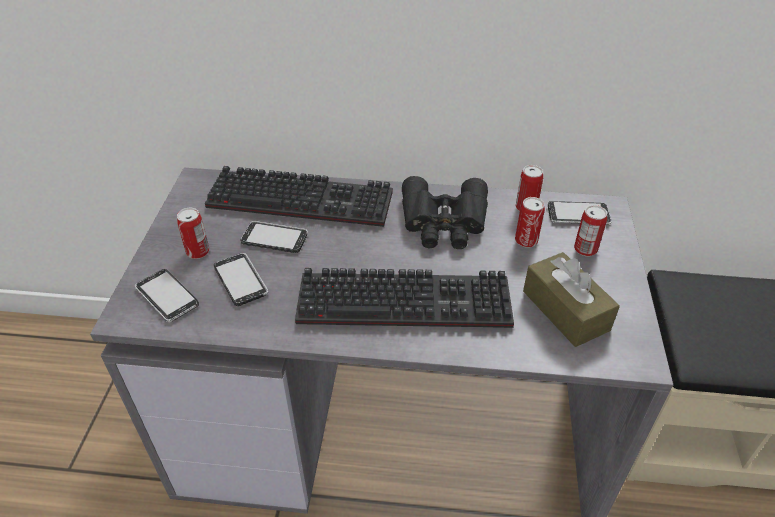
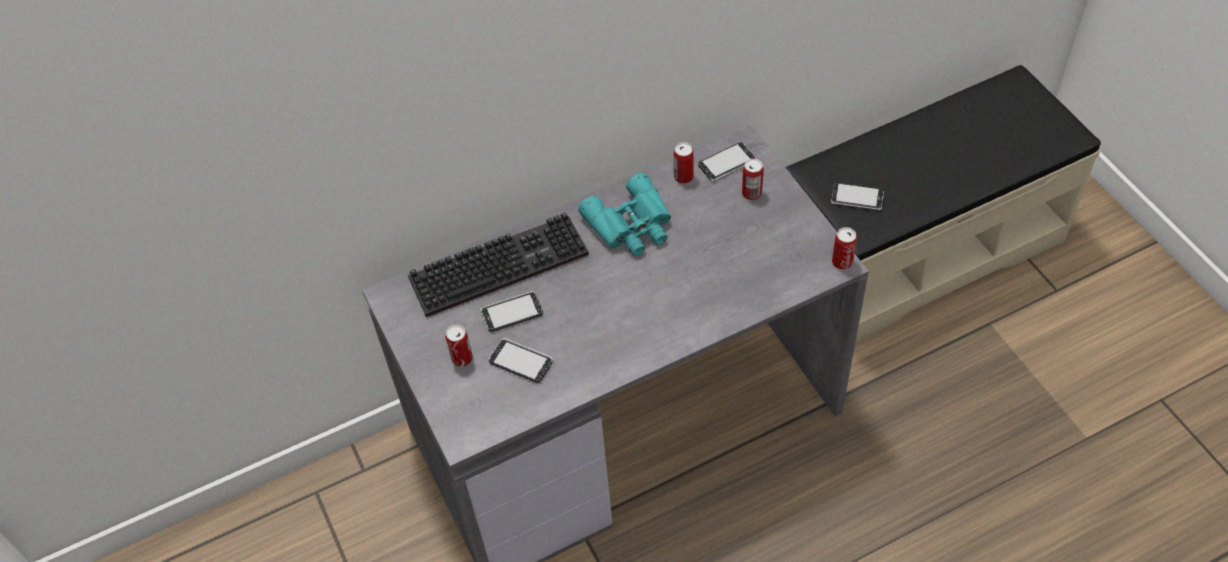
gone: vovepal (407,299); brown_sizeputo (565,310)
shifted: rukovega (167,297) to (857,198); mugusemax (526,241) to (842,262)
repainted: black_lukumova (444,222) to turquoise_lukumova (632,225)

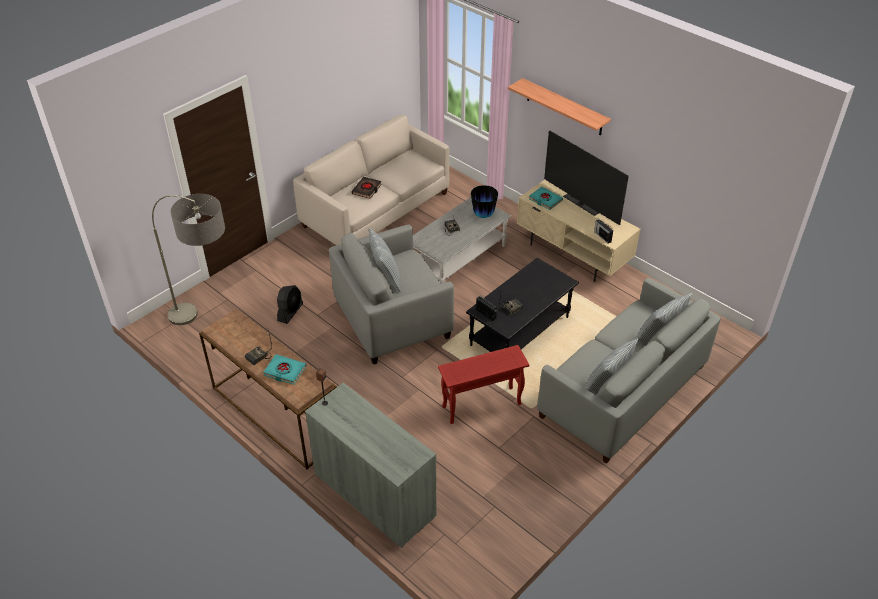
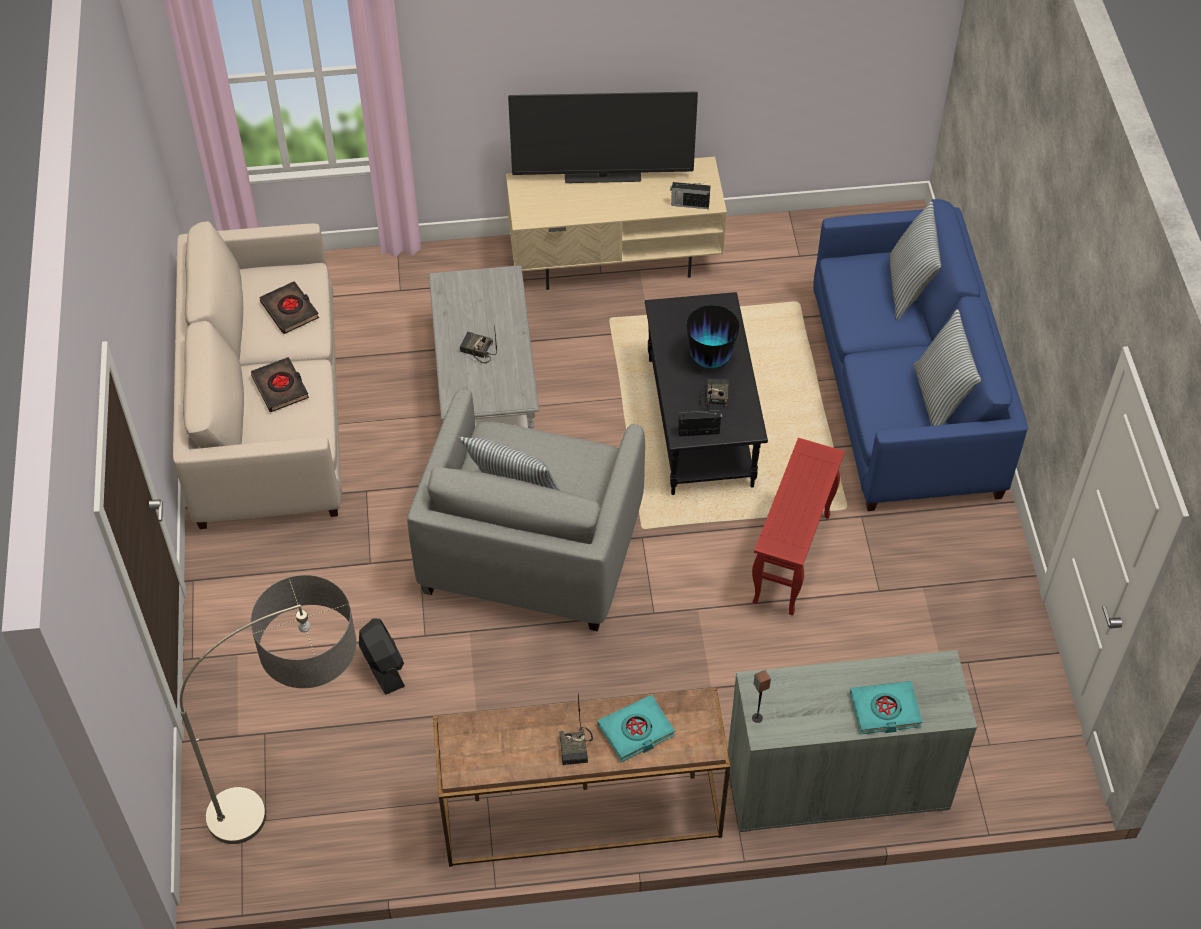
gone: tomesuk (564,107)
new: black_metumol (290,310)
shifted: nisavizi (483,215) to (710,359); turquoise_metumol (545,200) to (885,710)
repainted: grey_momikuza (623,391) to blue_momikuza (905,395)

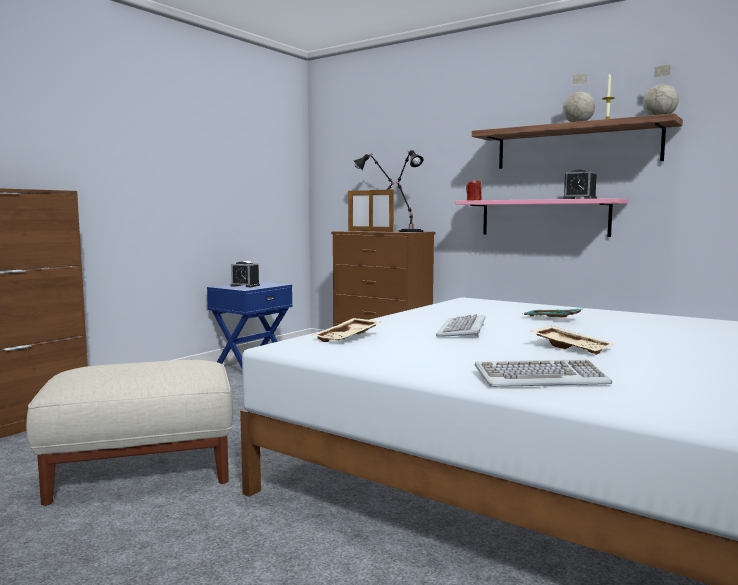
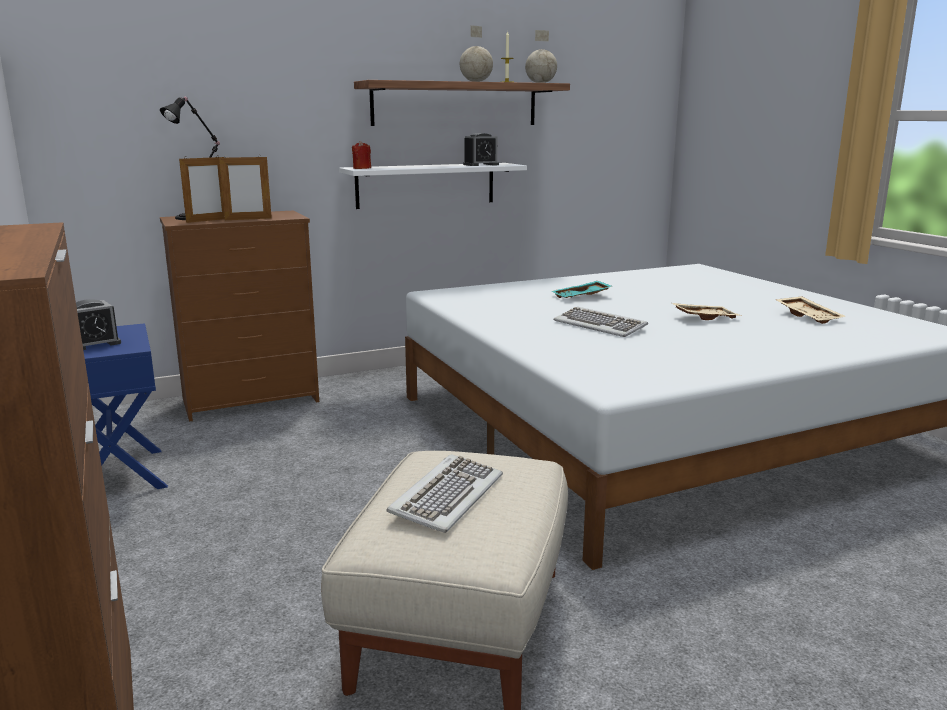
gone: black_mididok (410,231)
shifted: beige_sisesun (348,338) to (809,316); vovepal (540,379) to (446,496)
repainted: pink_tomesuk (544,218) to white_tomesuk (426,185)

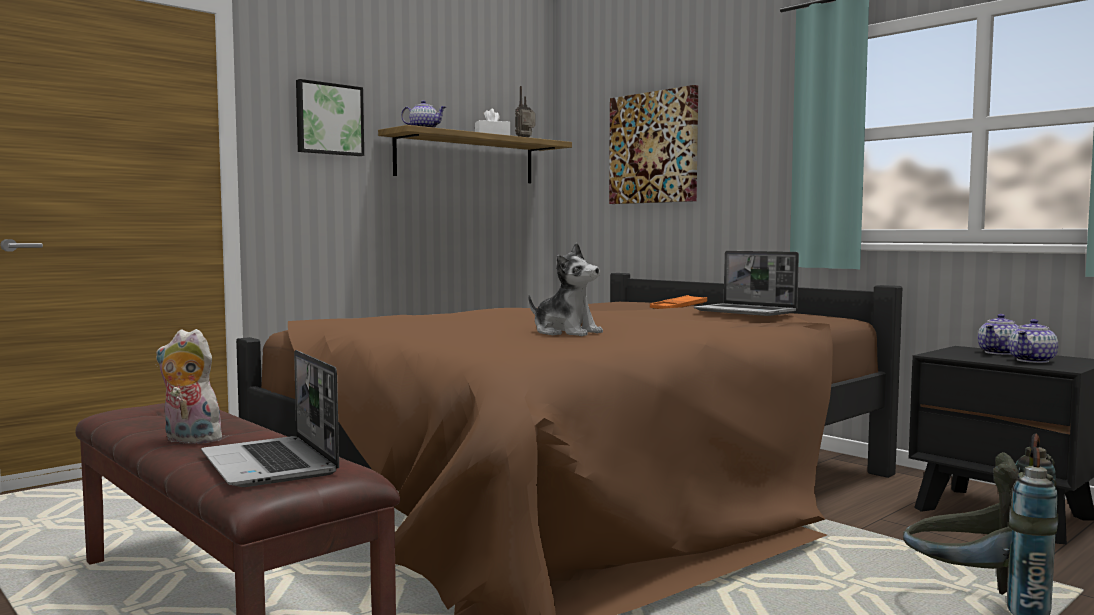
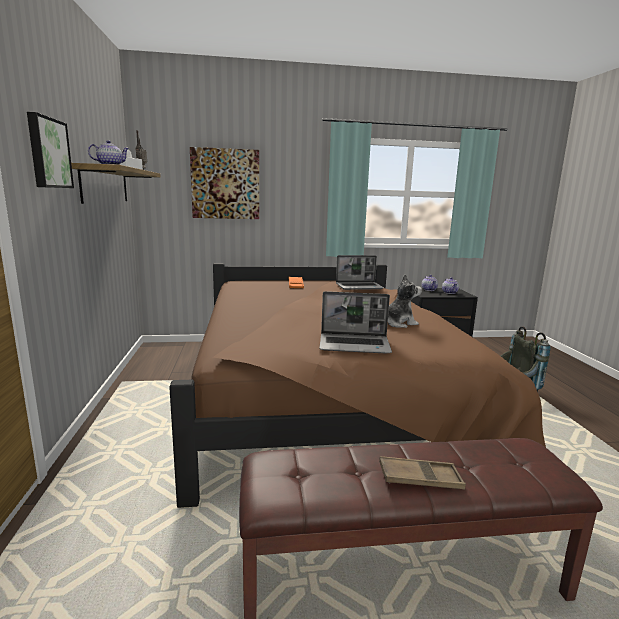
shifted: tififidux (271,465) to (355,345)
swapped: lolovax (189,440) to brown_sisesun (420,478)

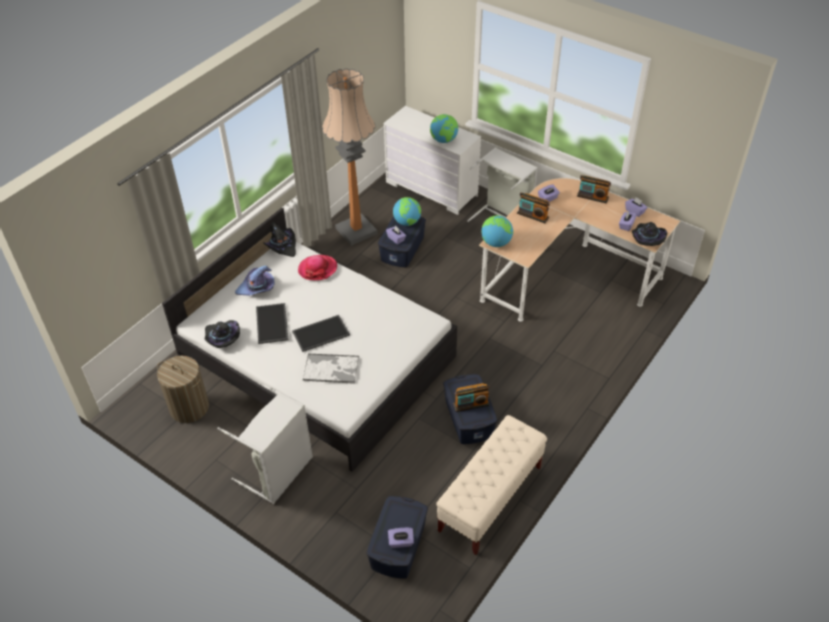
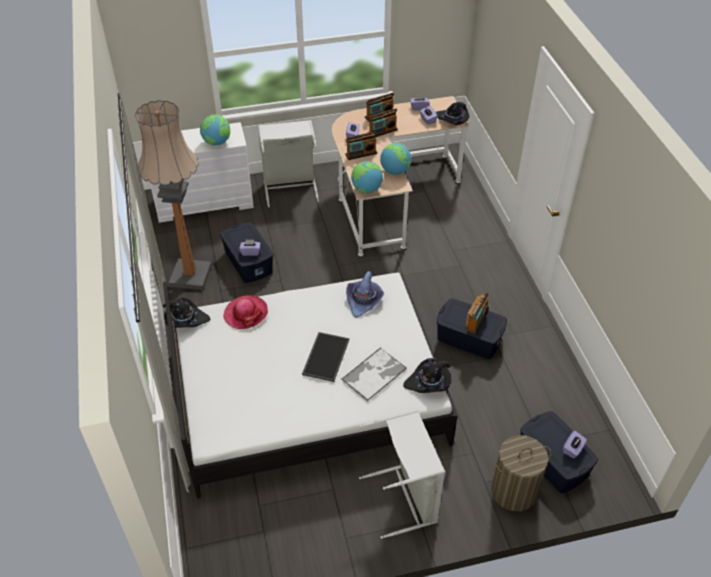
gone: sisesun (273,324); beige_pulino (490,499)
new: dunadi (382,131)
shifted: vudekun (189,407) to (513,491); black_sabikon (221,338) to (429,383); purple_sabikon (257,288) to (364,300); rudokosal (407,222) to (395,171)

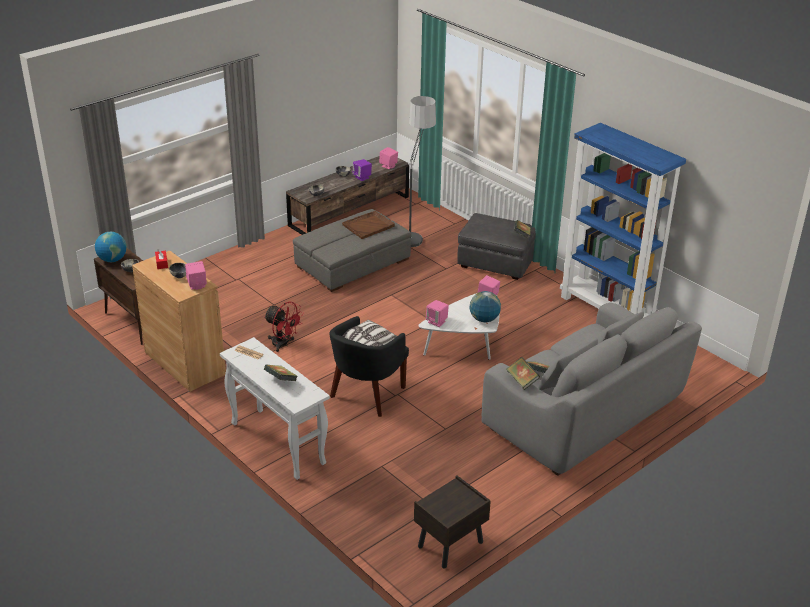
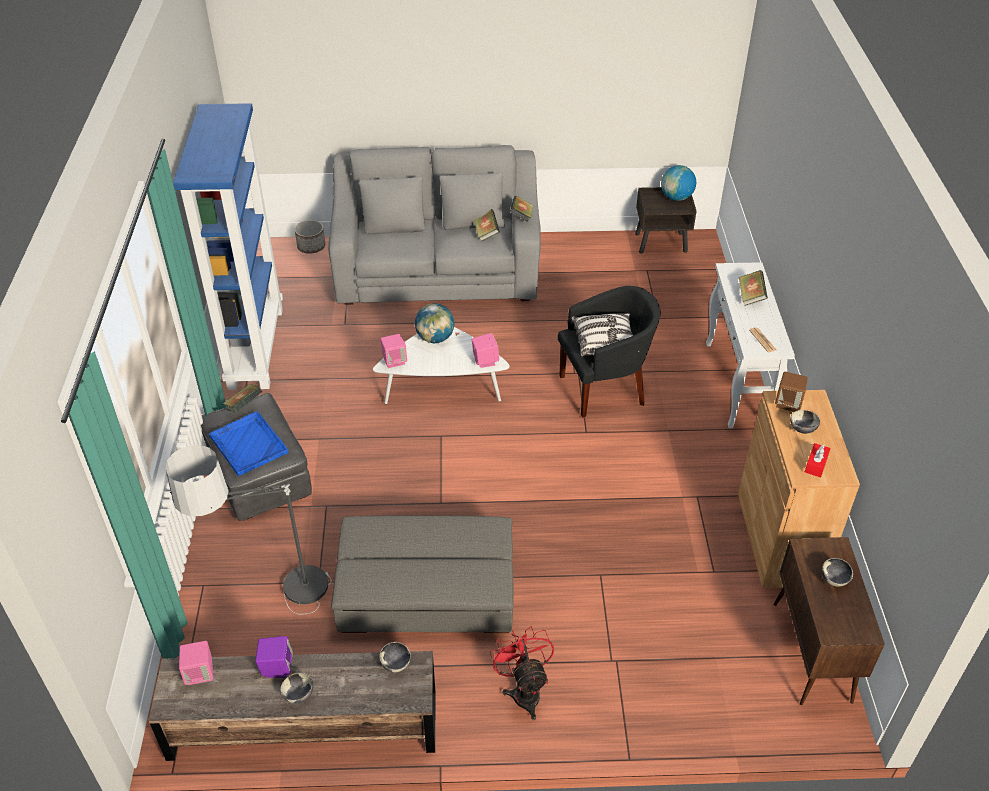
gone: brown_sisesun (369,225)
new: blue_sisesun (248,444); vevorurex (311,247)
shifted: rudokosal (112,260) to (676,197); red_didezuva (283,344) to (524,691)
repainted: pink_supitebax (197,285) to brown_supitebax (788,403)

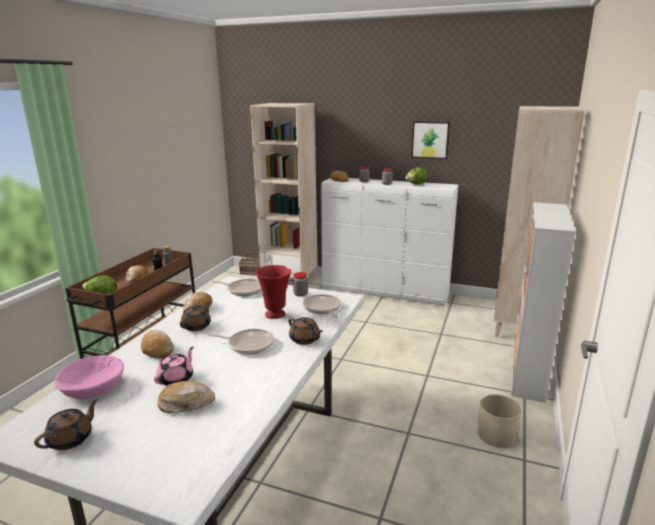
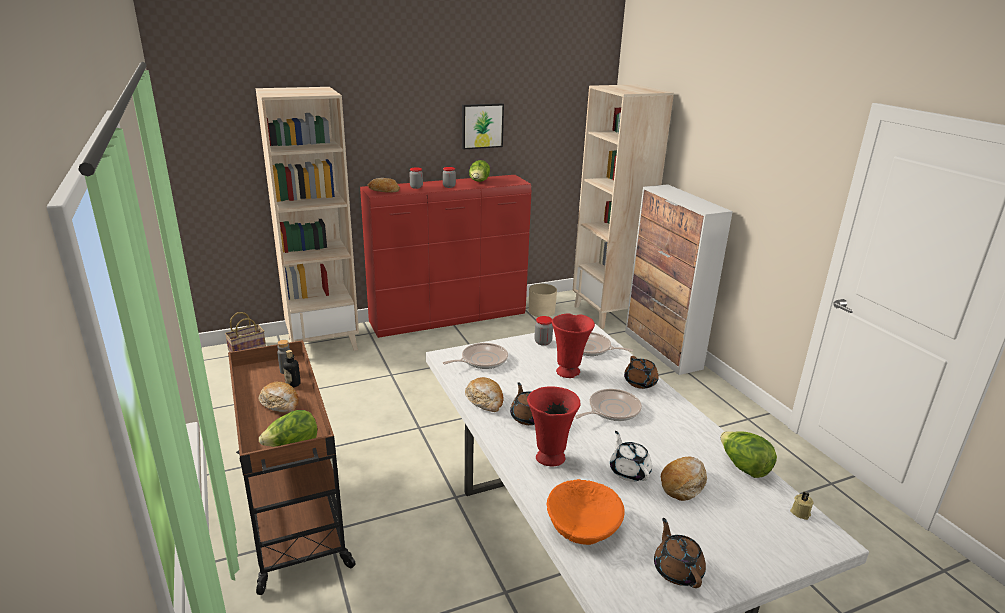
new: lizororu (743,467); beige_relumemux (800,512)
shifted: beige_vevorurex (496,435) to (541,311)
swapped: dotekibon (157,349) to red_nisavizi (549,458)
repainted: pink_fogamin (93,387) to orange_fogamin (583,524); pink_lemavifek (176,379) to white_lemavifek (629,471); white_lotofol (385,293) to red_lotofol (450,319)
rotated: brown_lemavifek (305,340) = (640,383) 75 degrees clockwise

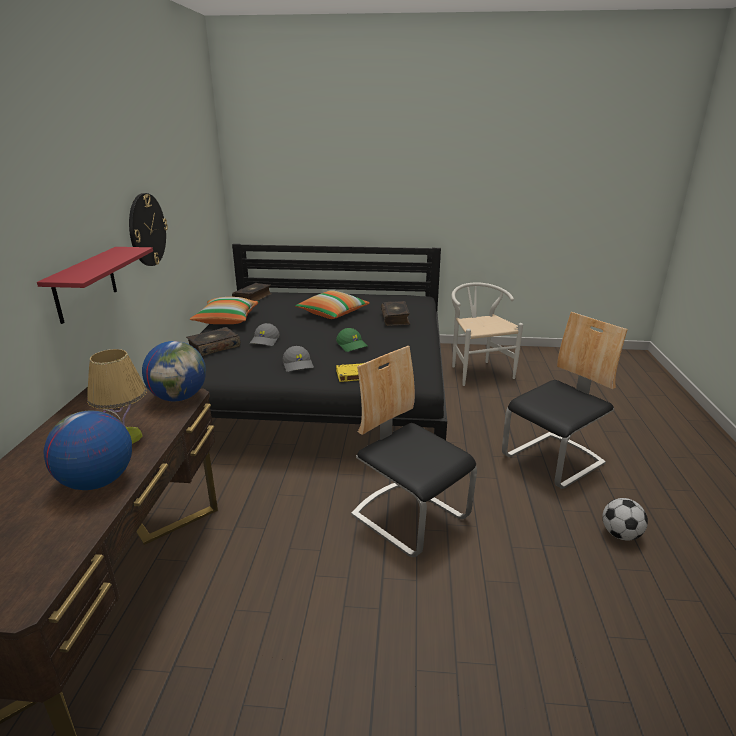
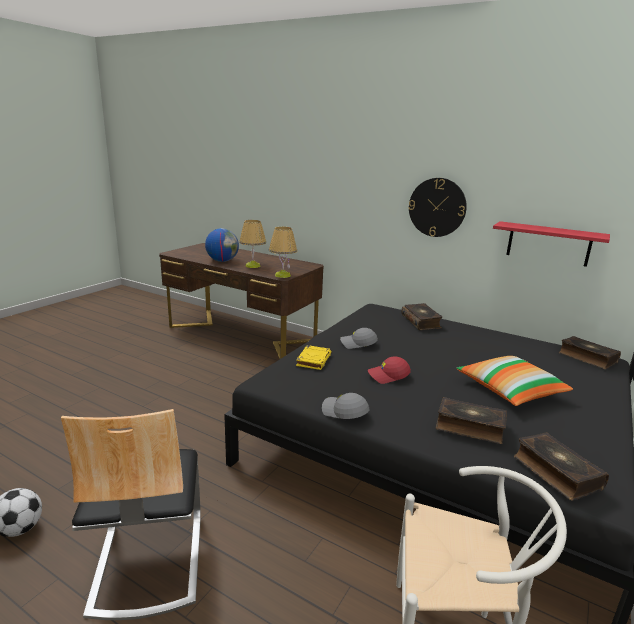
gone: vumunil (226,320); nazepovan (410,517)
new: metumol (555,472)
shifted: red_tomesuk (85,284) to (548,244); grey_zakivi (265,341) to (344,412)
swapped: rudokosal (179,397) to mididok (282,275)
repainted: green_zakivi (352,345) to red_zakivi (388,376)

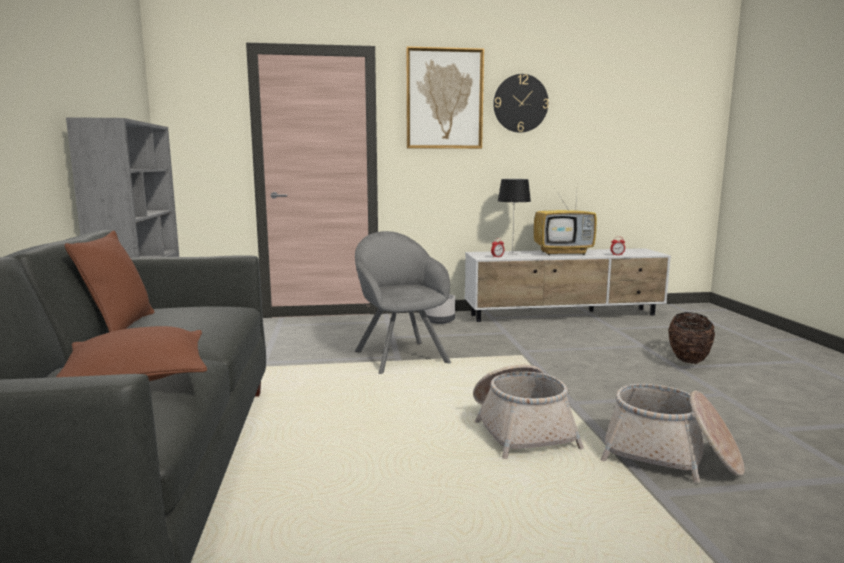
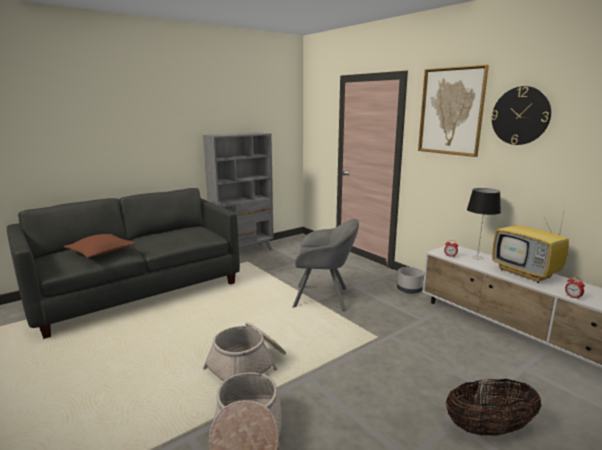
gone: brown_vumunil (121,326)
rotated: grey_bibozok (399,355) = (324,298) 60 degrees clockwise

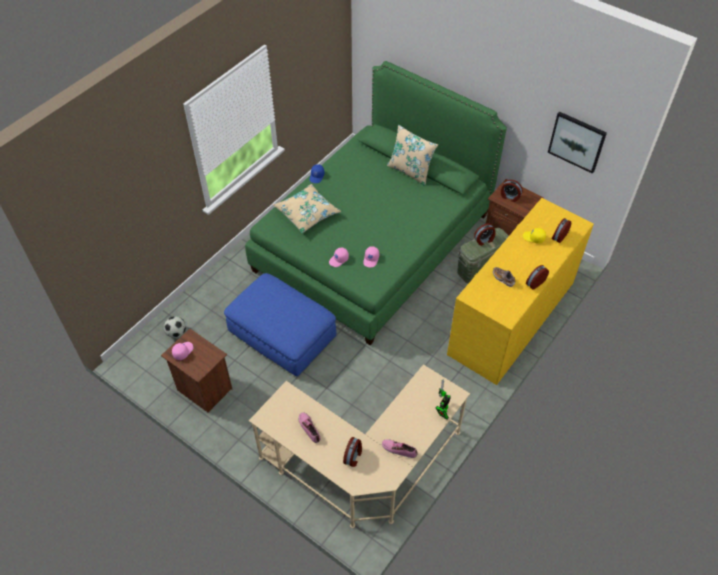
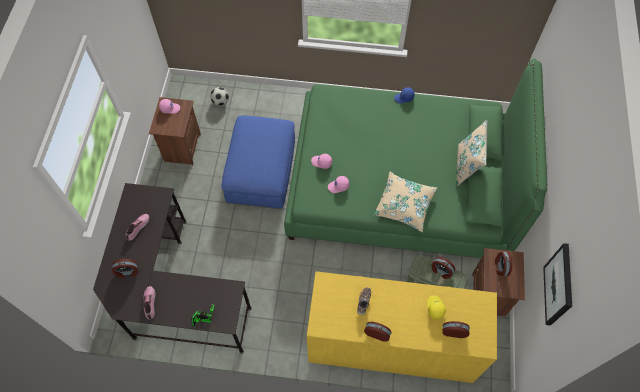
shifted: beige_vumunil (307,213) to (404,204)
repainted: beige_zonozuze (363,466) to black_zonozuze (173,293)

